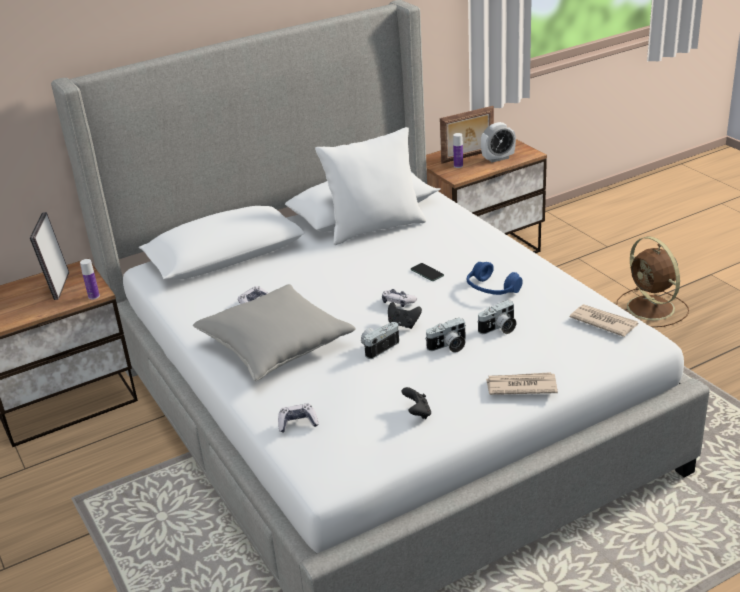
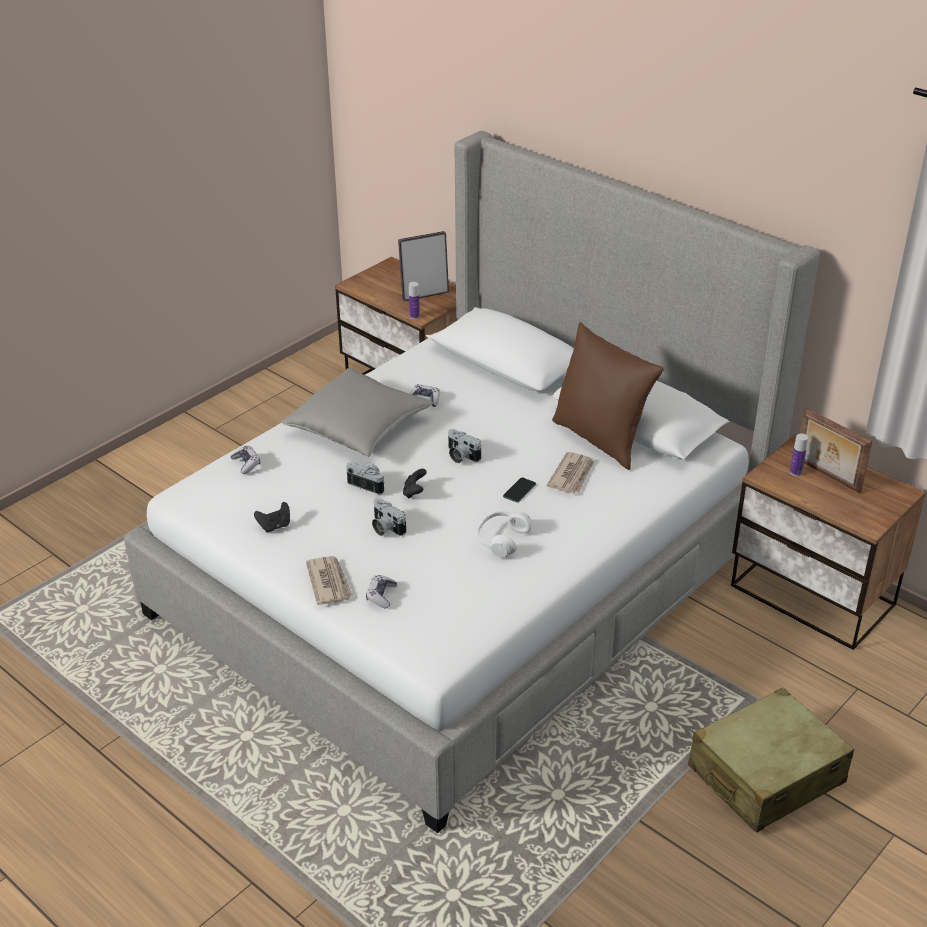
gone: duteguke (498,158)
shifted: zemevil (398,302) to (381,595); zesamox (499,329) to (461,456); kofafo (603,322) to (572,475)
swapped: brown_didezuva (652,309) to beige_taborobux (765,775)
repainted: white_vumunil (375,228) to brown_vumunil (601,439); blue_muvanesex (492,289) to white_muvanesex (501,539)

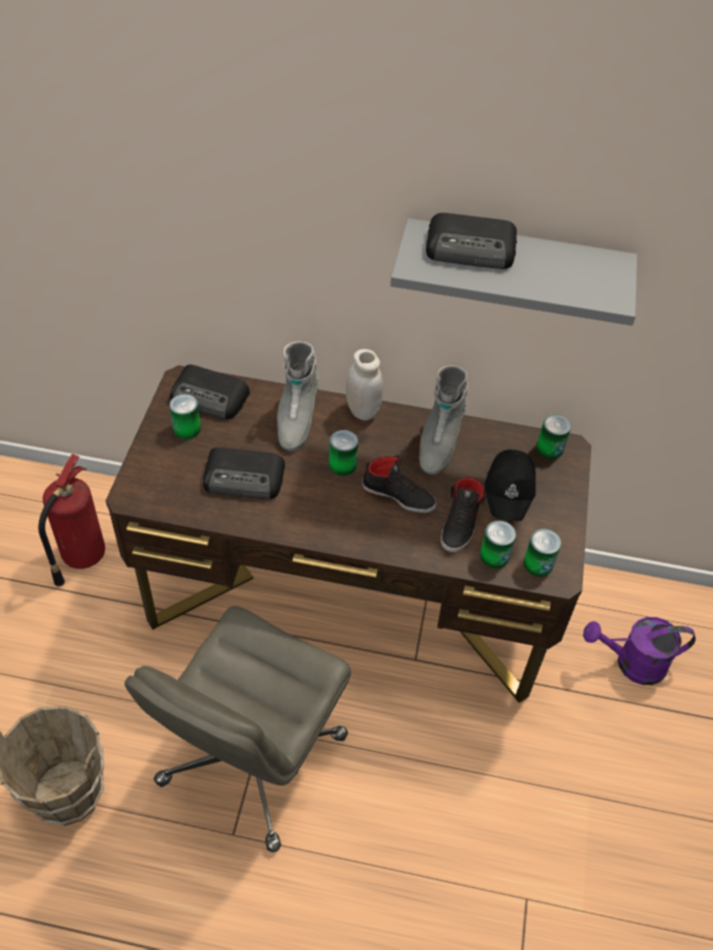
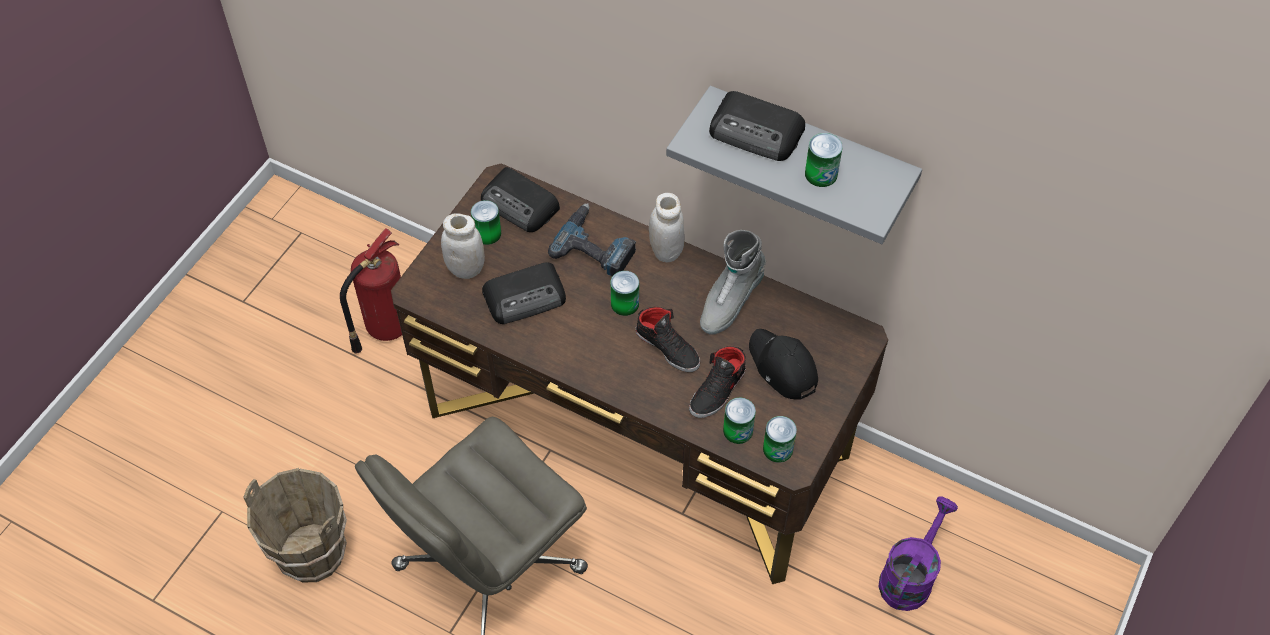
new: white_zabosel (466,268)
shifted: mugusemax (550,448) to (821,174)
swapped: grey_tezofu (296,419) to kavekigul (596,246)
rotated: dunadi (245,478) = (526,297) 45 degrees counterclockwise; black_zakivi (510,490) = (782,367) 120 degrees clockwise; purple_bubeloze (631,663) = (909,576) 105 degrees clockwise

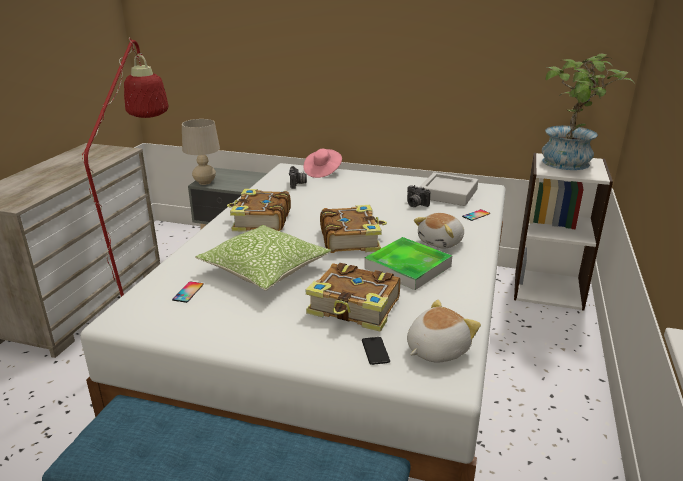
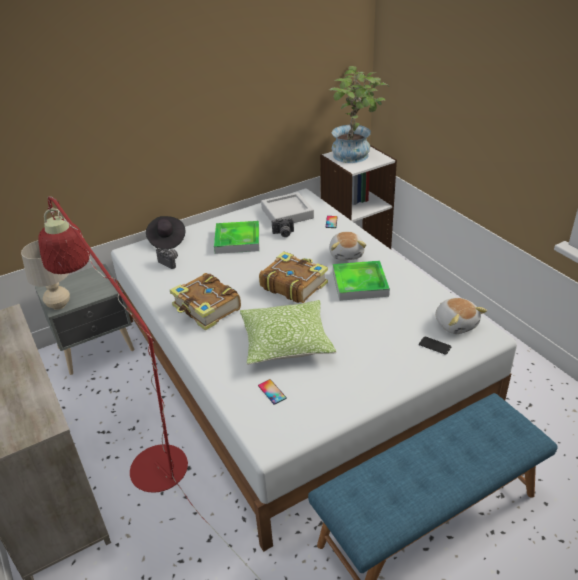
gone: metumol (355,308)
new: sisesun (237,240)
repainted: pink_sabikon (322,172) to black_sabikon (166,240)
rotated: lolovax (436,349) = (456,324) 150 degrees clockwise

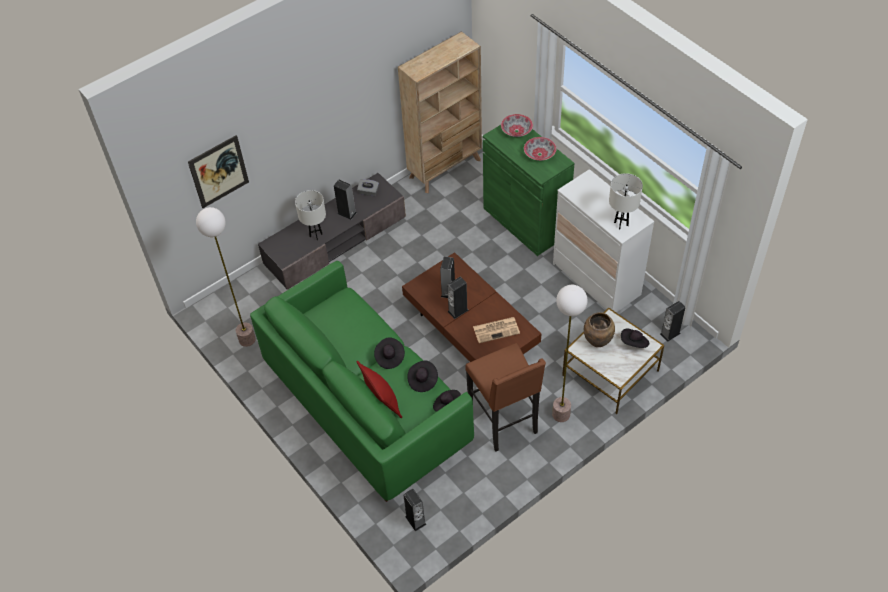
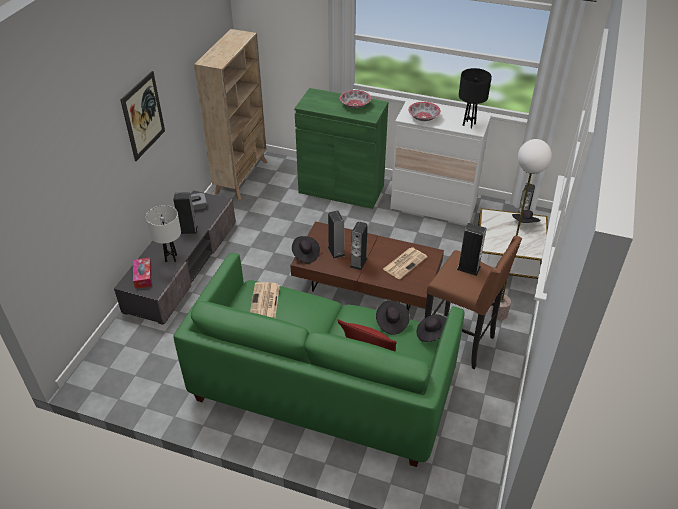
gone: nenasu (247,340); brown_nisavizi (598,341)
new: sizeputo (143,276); kofafo (265,302)
shifted: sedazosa (219,171) to (143,116); black_sabikon (389,357) to (305,254); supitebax (415,520) to (468,268); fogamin (516,131) to (423,117)
repainted: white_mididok (621,224) to black_mididok (469,124)

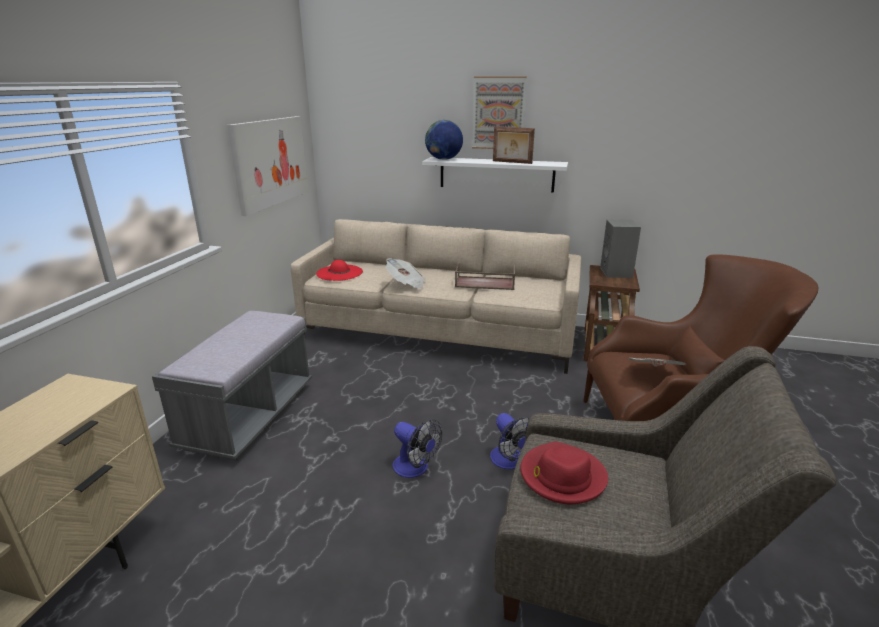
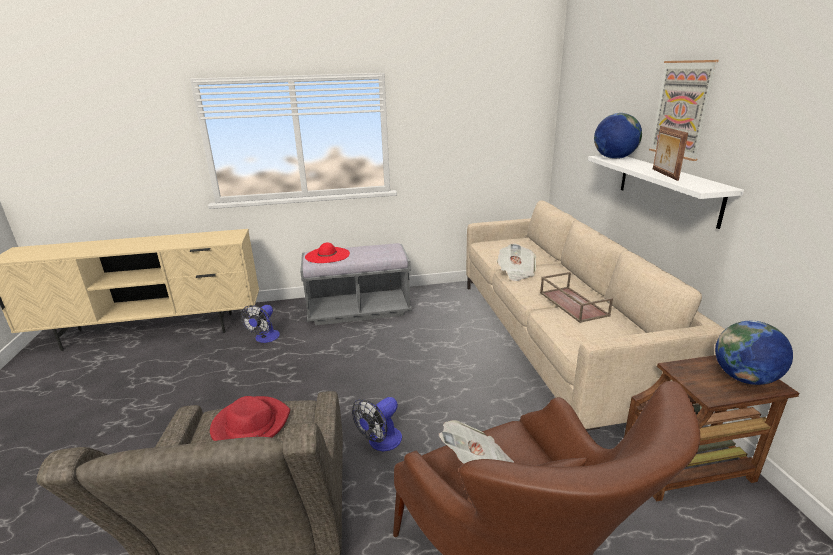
gone: sedazosa (270,162)
shifted: red_sabikon (339,273) to (327,255); didezuva (415,468) to (265,339)
swapped: grey_supitebax (617,273) to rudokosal (744,378)

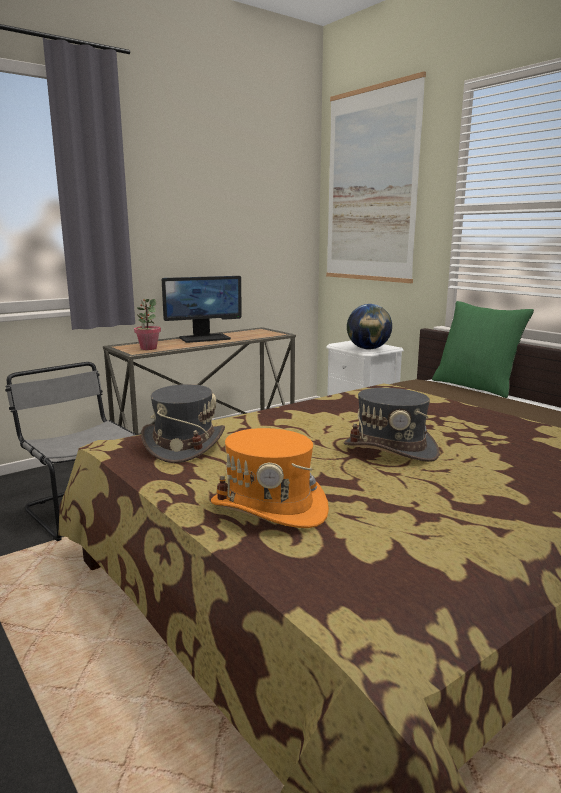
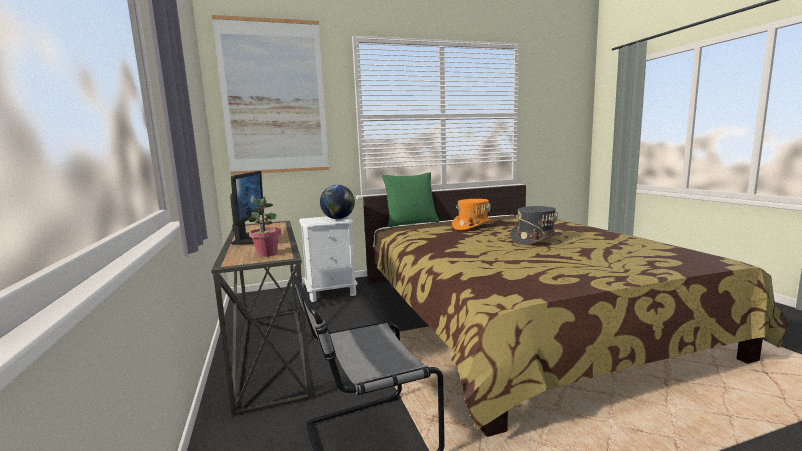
gone: grey_sabikon (184,445)
shifted: orange_sabikon (269,508) to (473,226)

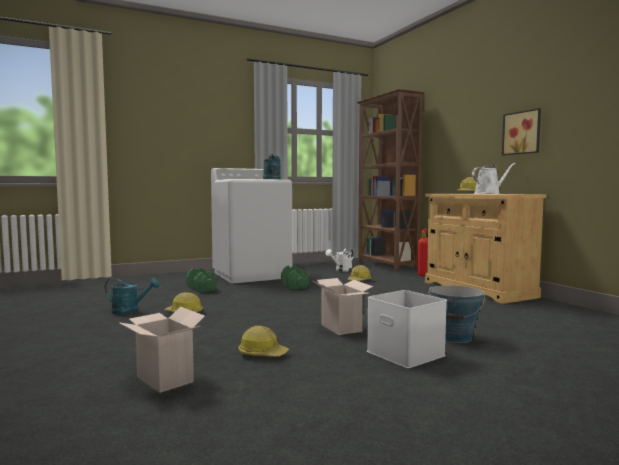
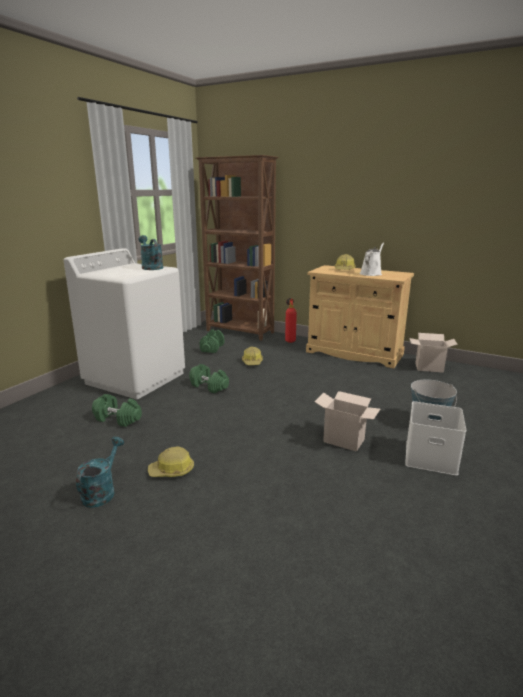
gone: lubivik (262,354); sedazosa (522,133)
shifted: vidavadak (162,379) to (428,368)
swapped: white_bubeloze (341,270) to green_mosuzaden (212,348)
rotated: turquoise_bubeloze (130,311) = (102,491) 45 degrees counterclockwise

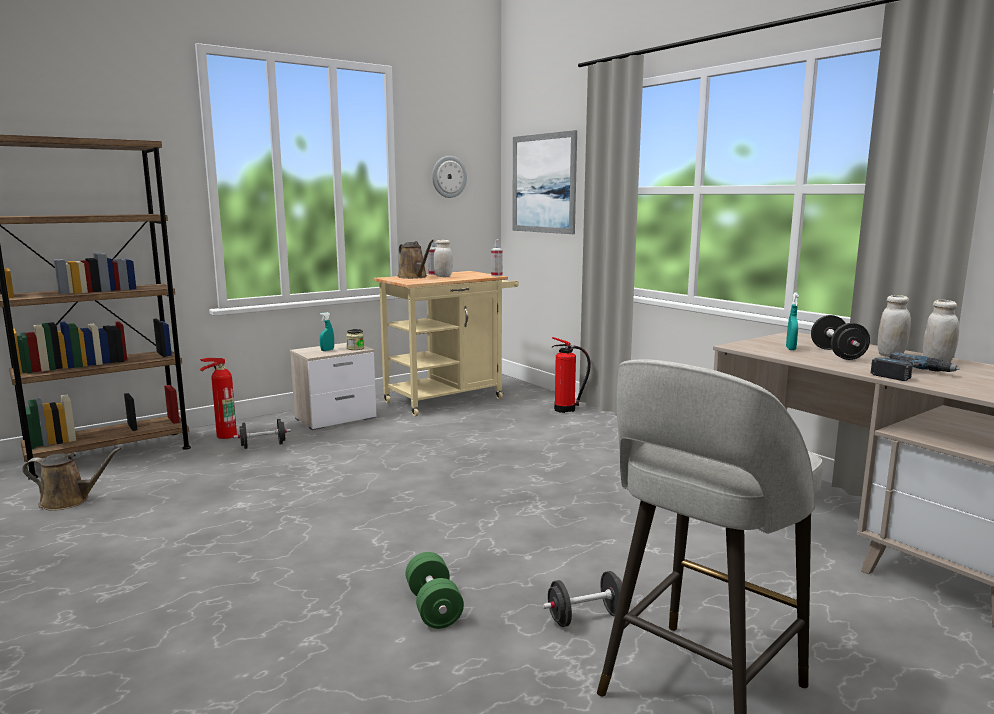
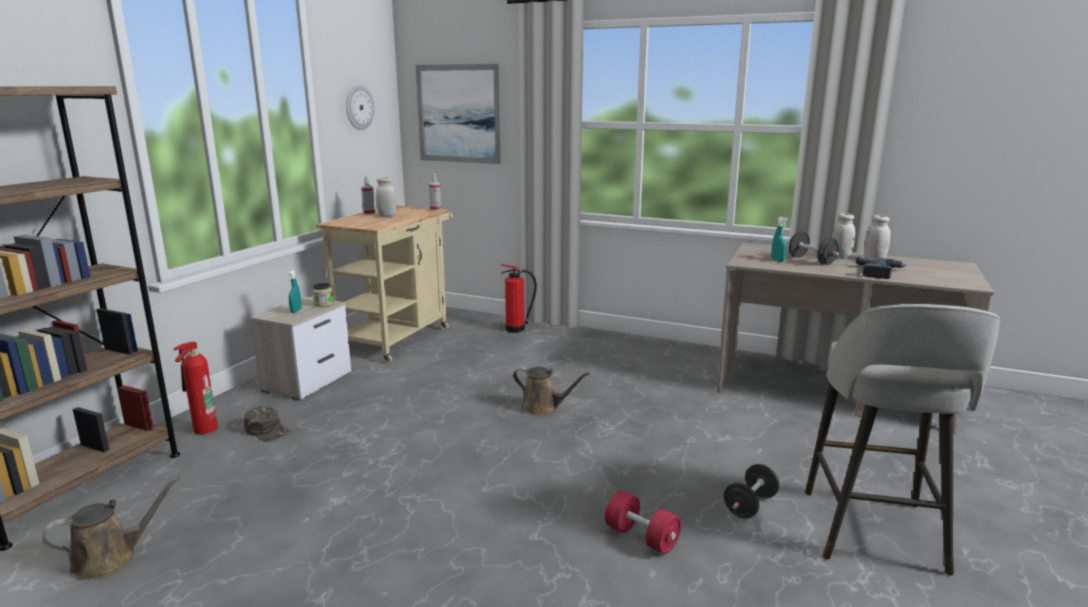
shifted: brown_bubeloze (414,277) to (543,408)
swapped: black_mosuzaden (263,445) to green_zakivi (267,430)
repainted: green_mosuzaden (433,607) to red_mosuzaden (641,537)

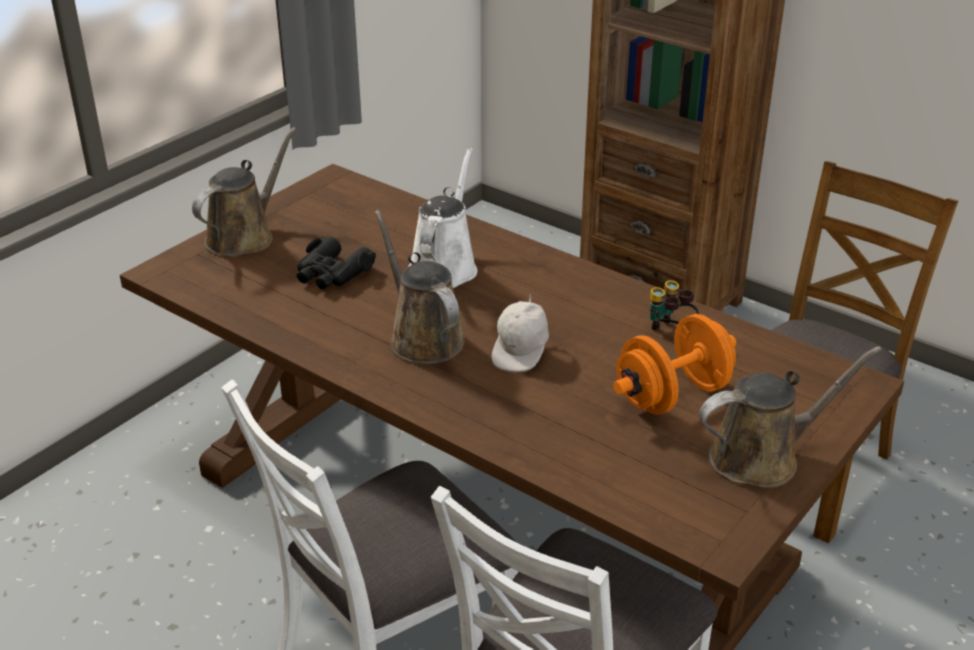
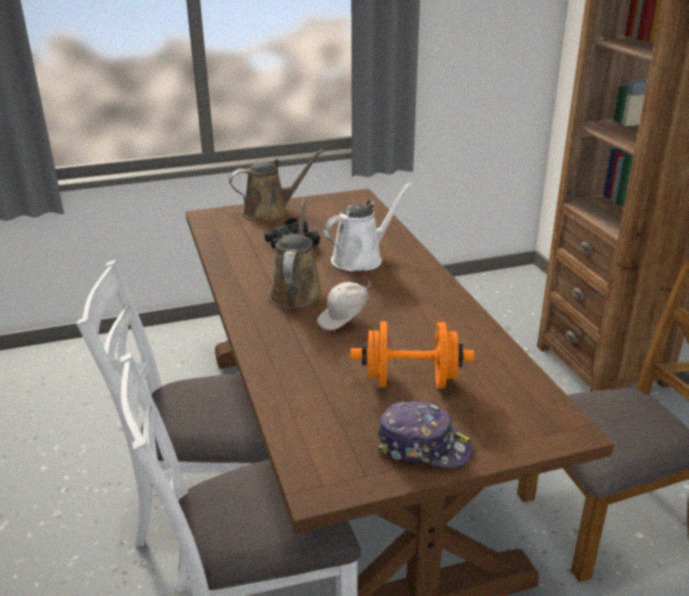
gone: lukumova (670,331)
swapped: brown_bubeloze (762,457) to zakivi (423,446)

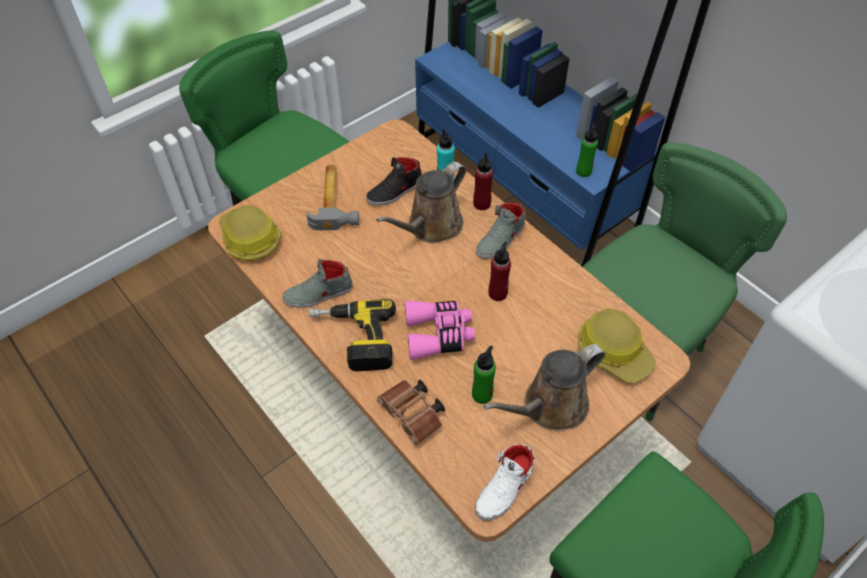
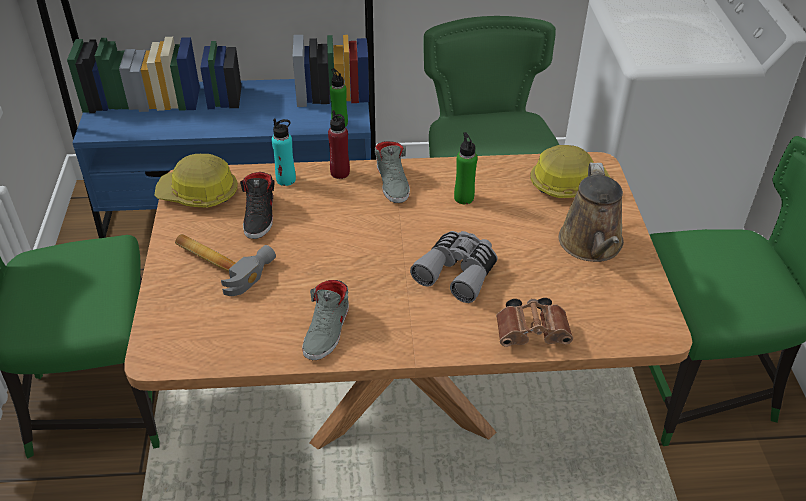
gone: kavekigul (353,340); brown_bubeloze (431,226); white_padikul (505,489); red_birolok (498,293)
shifted: lubivik (249,239) to (199,194); green_birolok (482,394) to (464,198)
repainted: pink_lukumova (438,334) to grey_lukumova (458,272)

